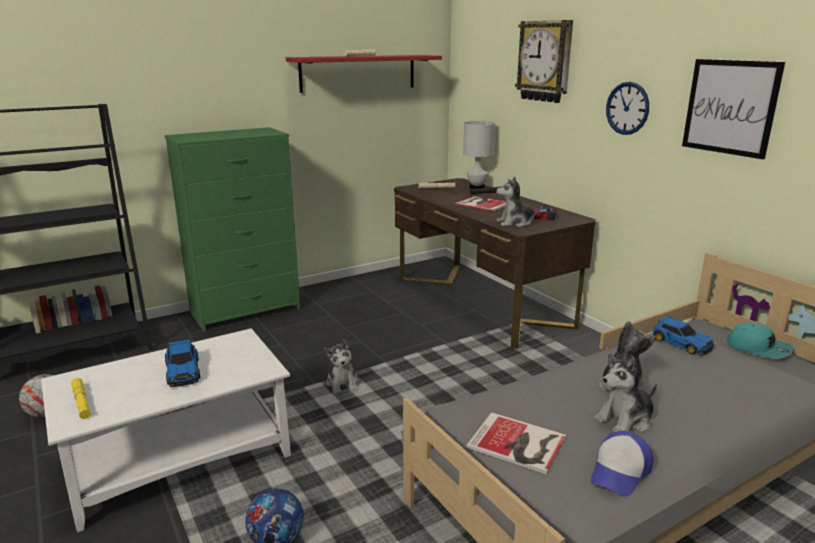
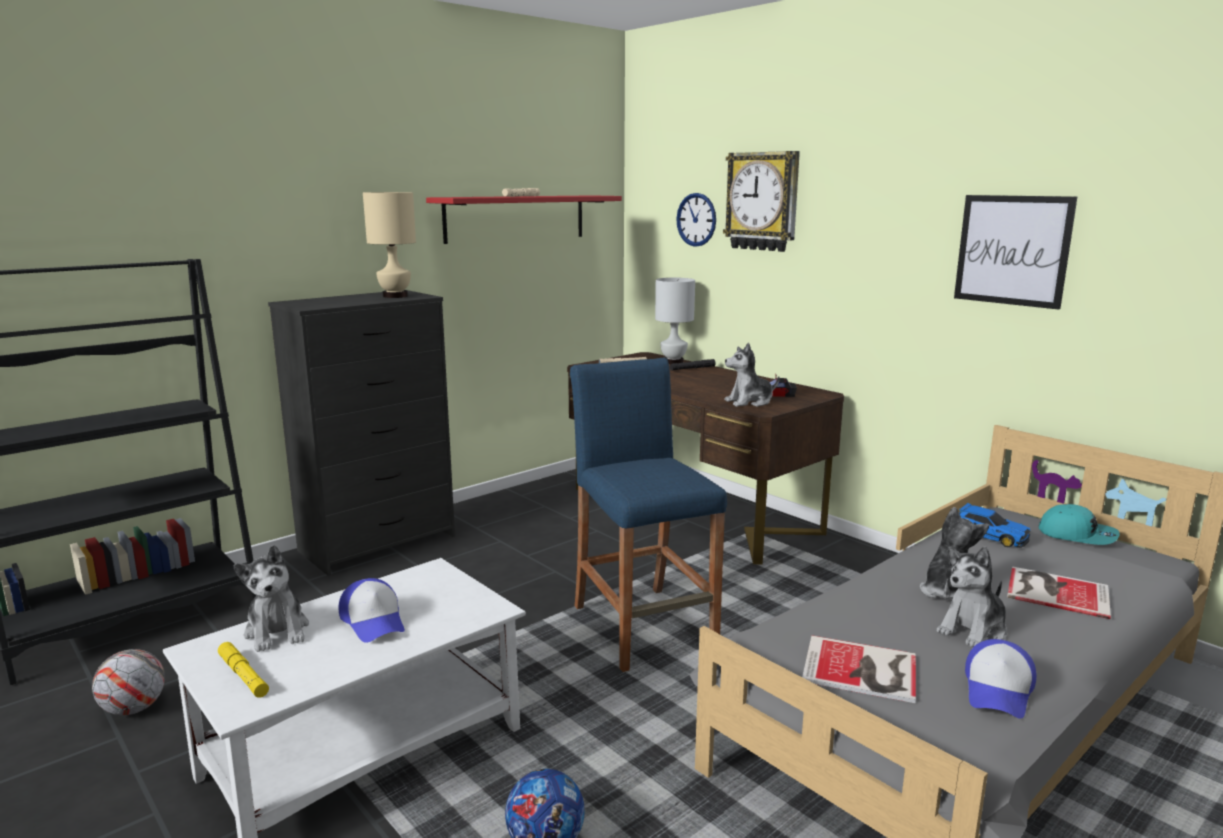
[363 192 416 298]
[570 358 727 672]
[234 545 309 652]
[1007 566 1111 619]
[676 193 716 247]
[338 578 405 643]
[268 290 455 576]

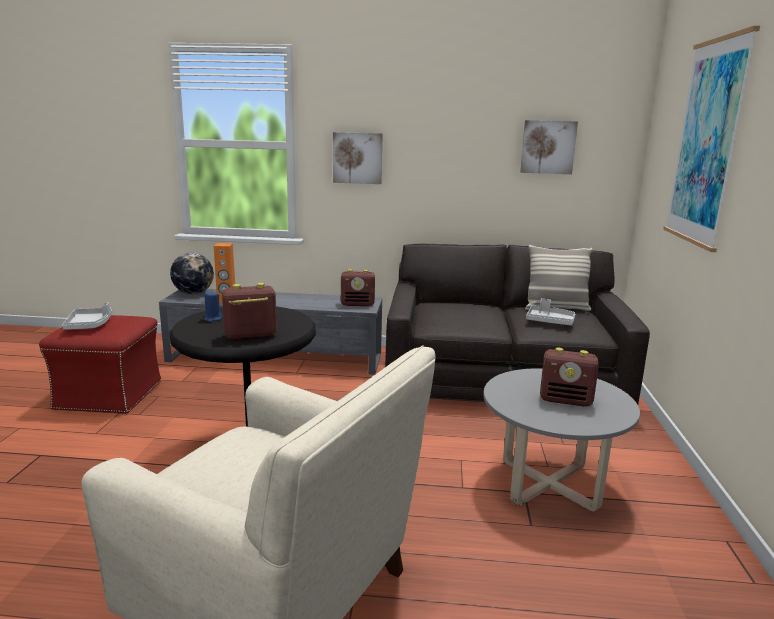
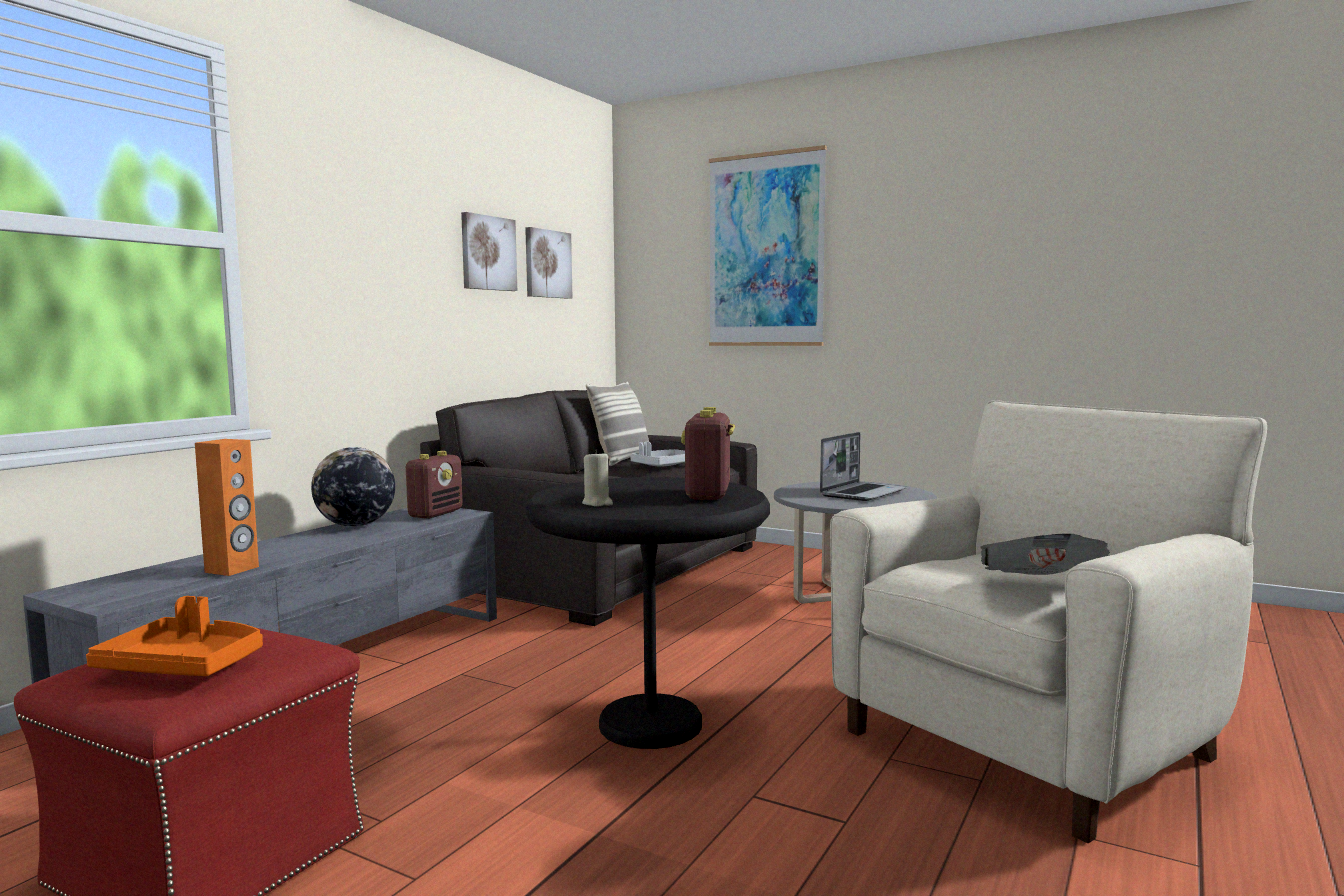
[980 533 1110 575]
[311 447 395 527]
[461 212 517 291]
[820 432 907 501]
[86 596 263 676]
[582 450 613 507]

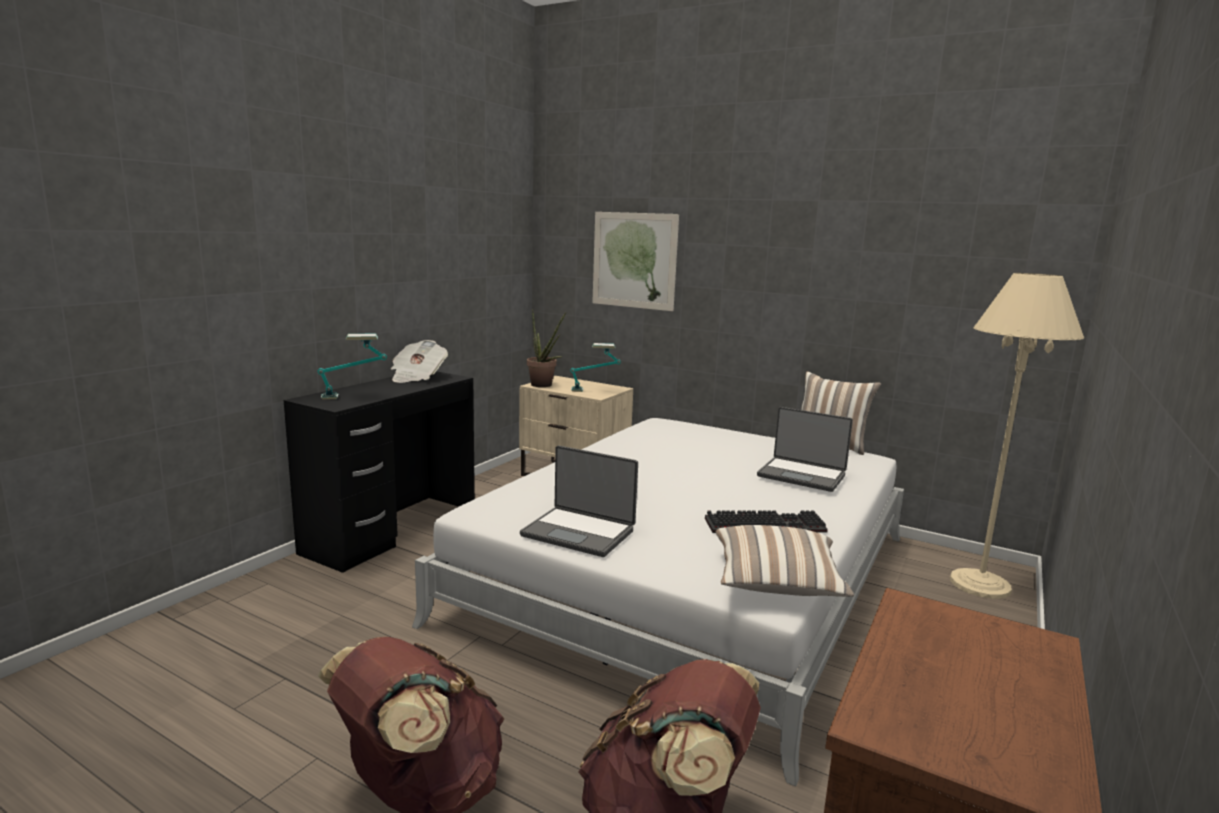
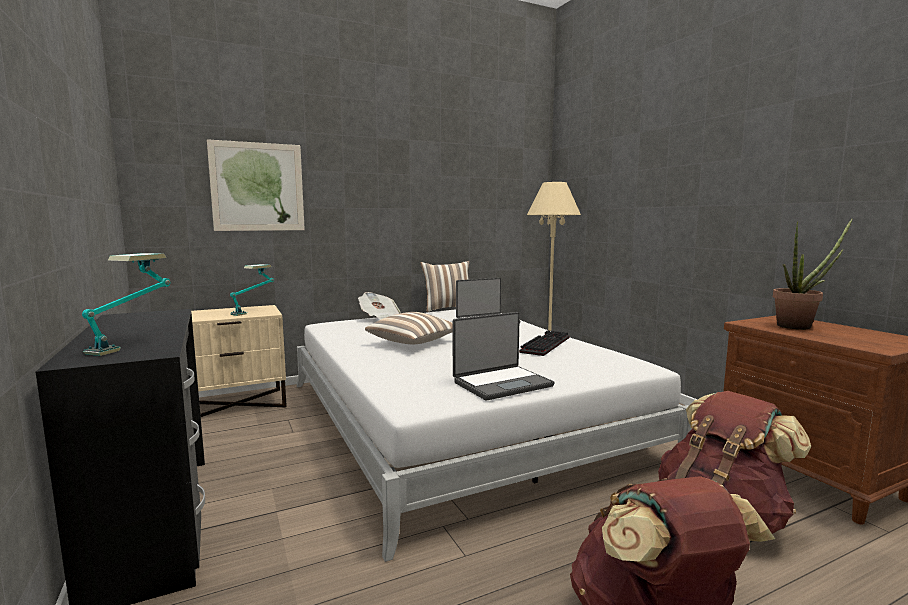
[358 292 401 320]
[773 219 852 330]
[365 312 453 344]

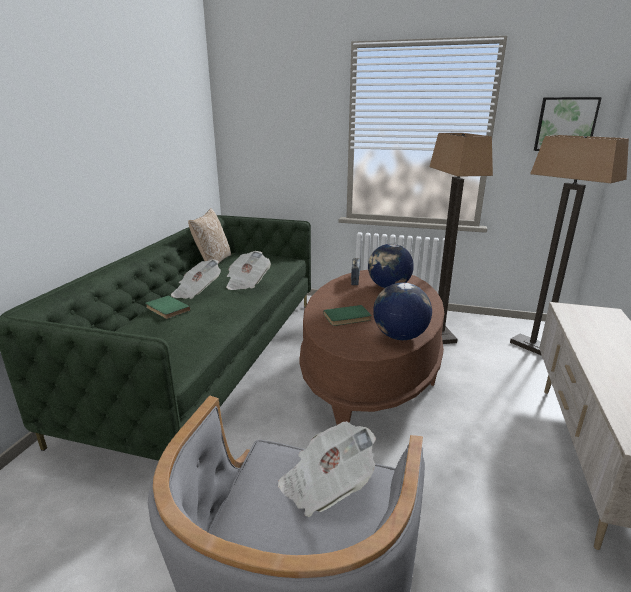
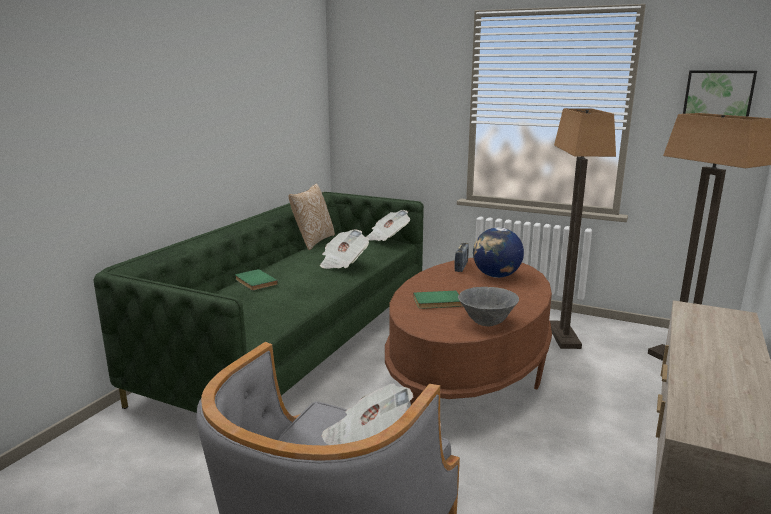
[366 210 410 241]
[458 287 519 327]

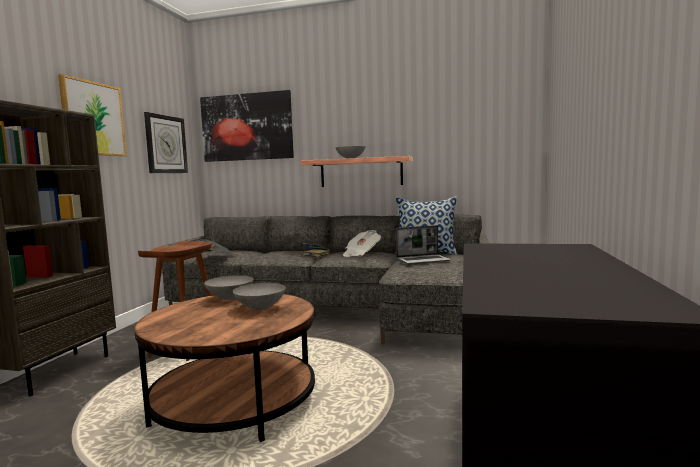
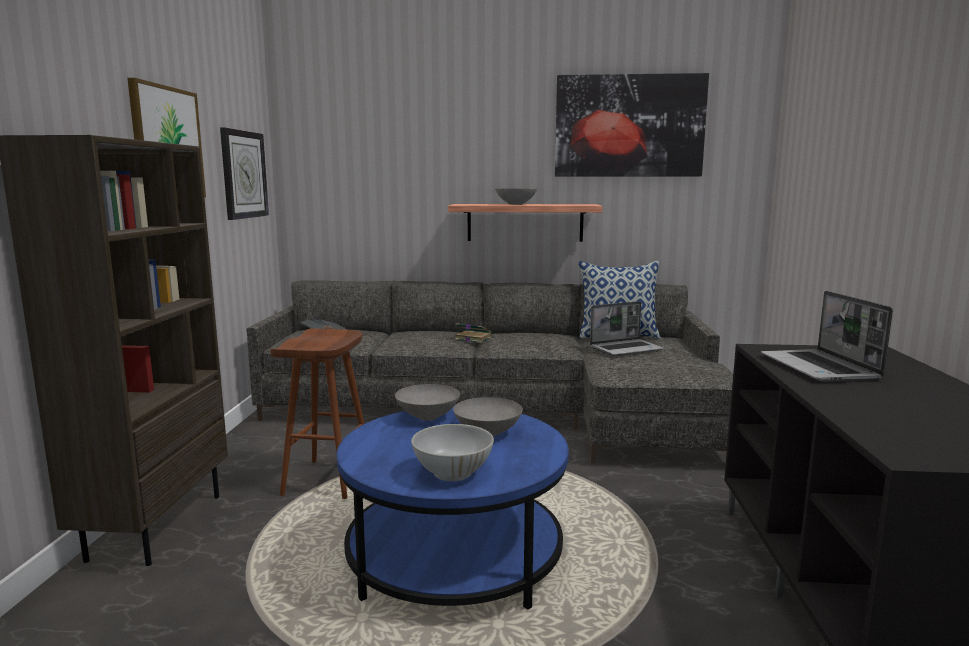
[343 230 381 257] (first image)
[411 424 494 481]
[761 291 893 382]
[555 73 709 176]
[336 407 569 610]

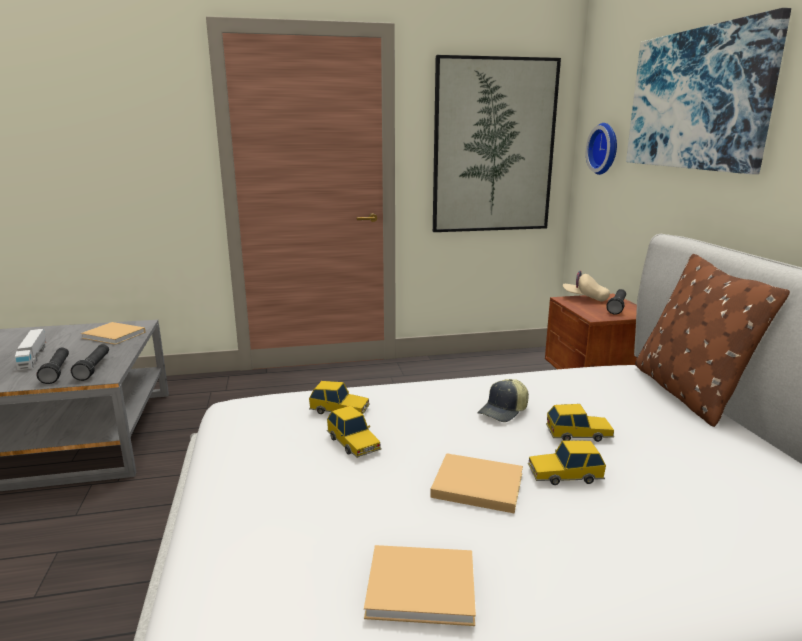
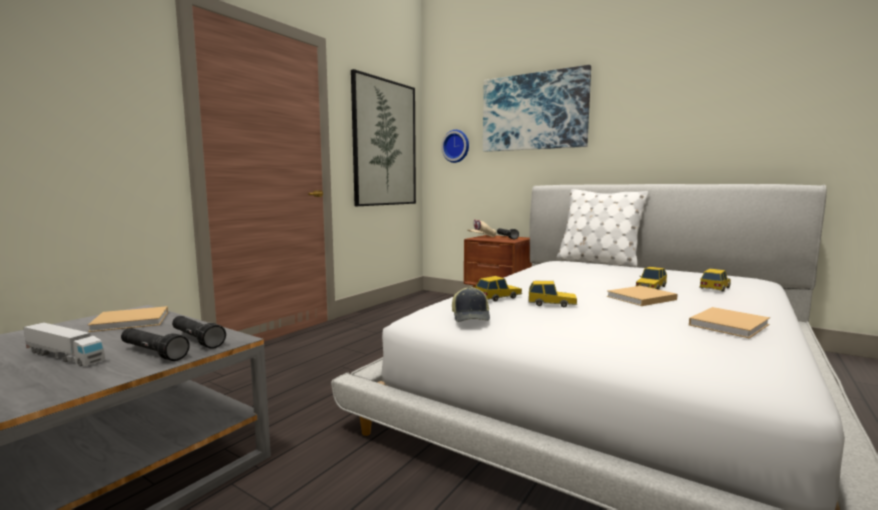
[452 286 490 322]
[700 268 731 292]
[557 189 649 267]

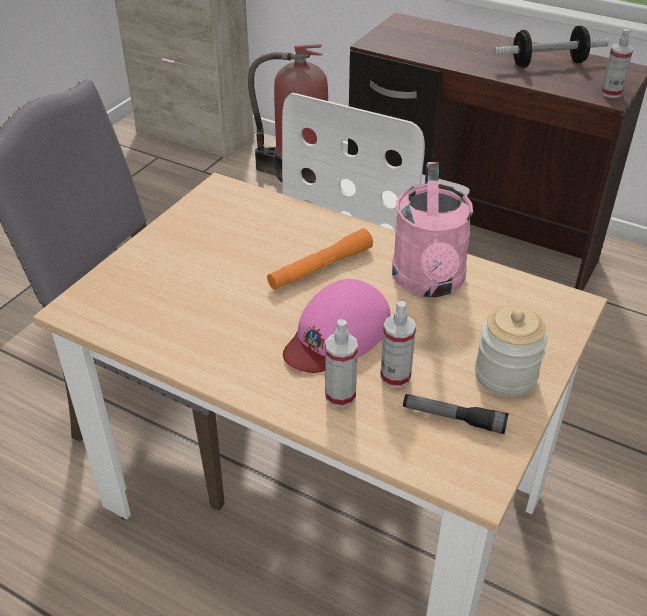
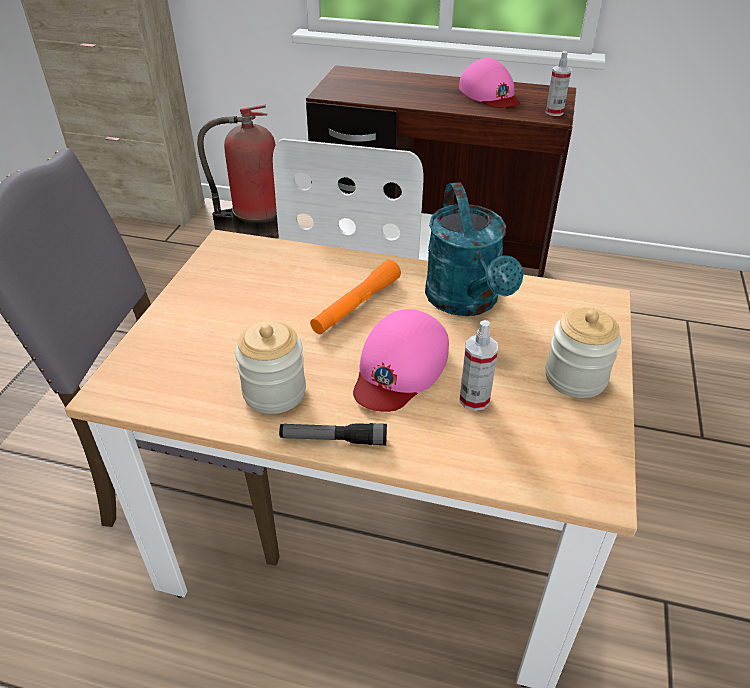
[325 319 358 408] (first image)
[235 321 306 414]
[279 423 387 446]
[459 58 520 108]
[425 183 524 316]

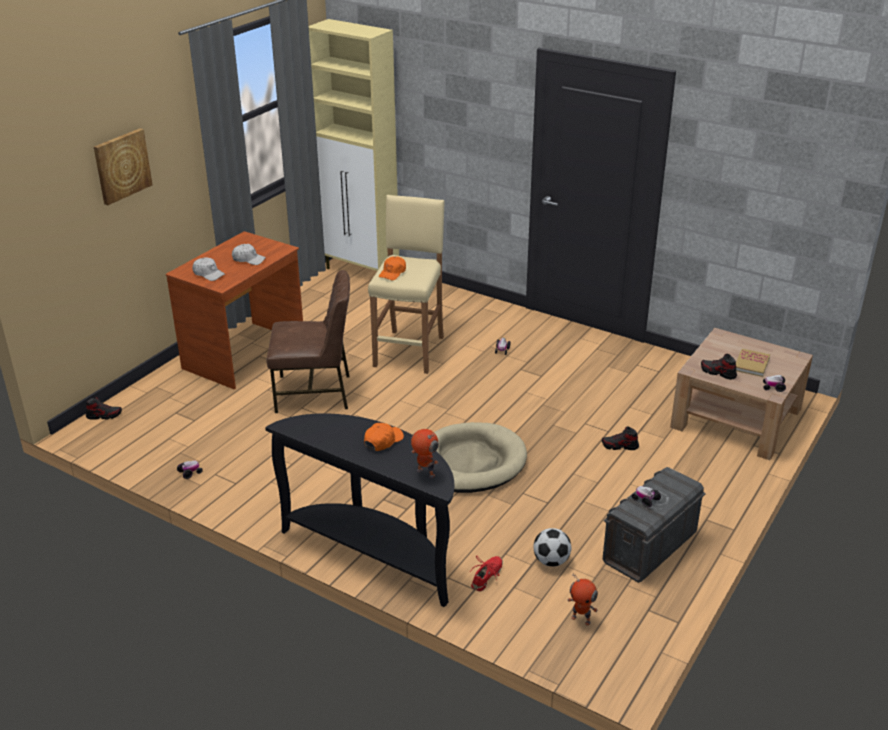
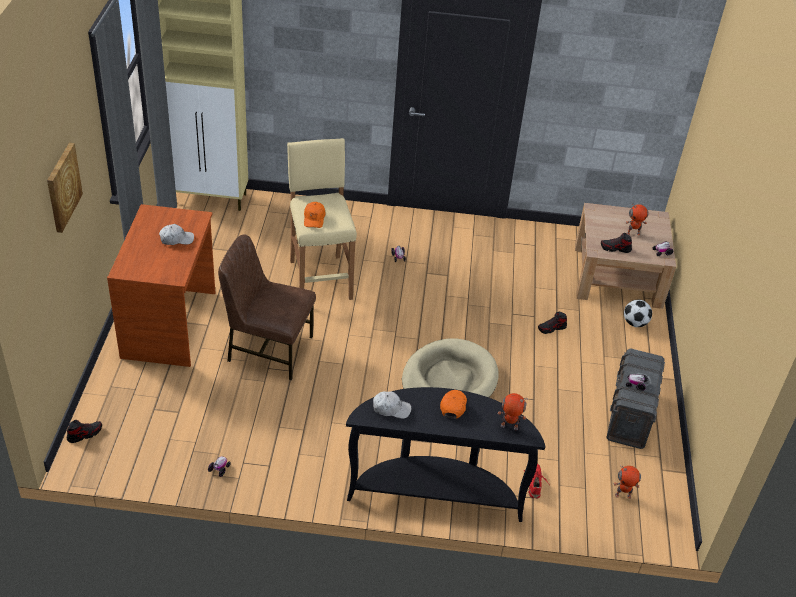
[373 392 411 419]
[624 300 652 327]
[625 203 648 236]
[218 234 316 380]

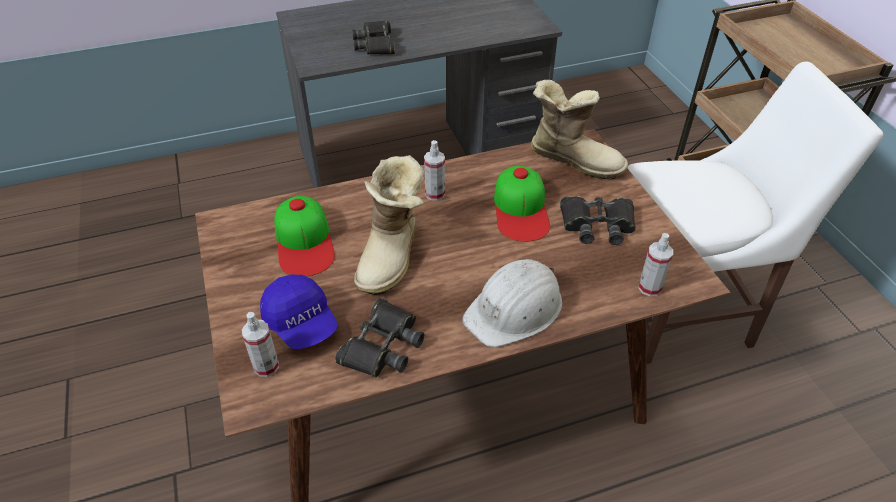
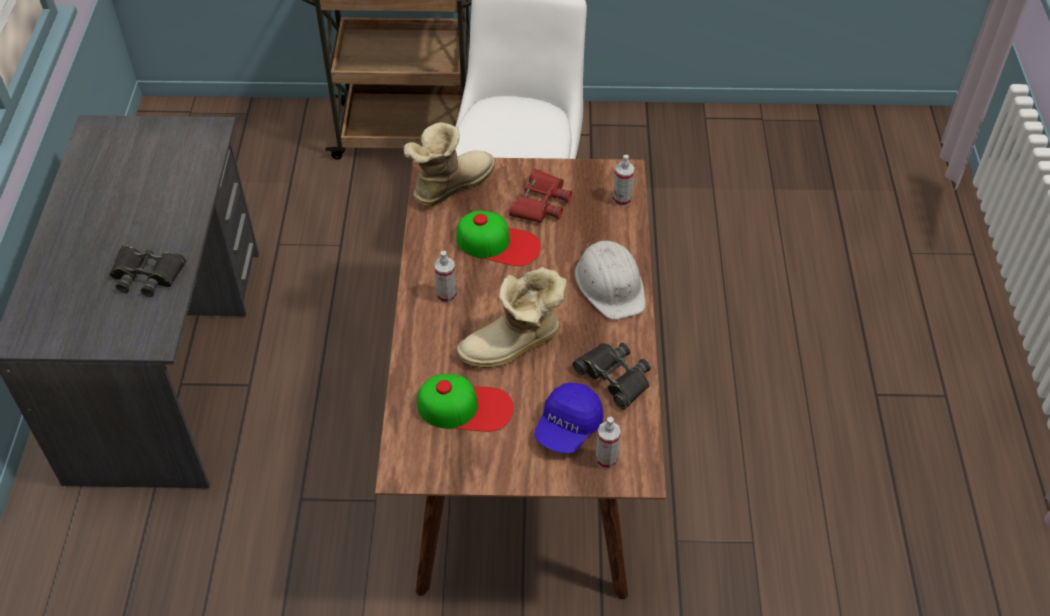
[509 169 572 223]
[534 383 603 453]
[457 267 567 368]

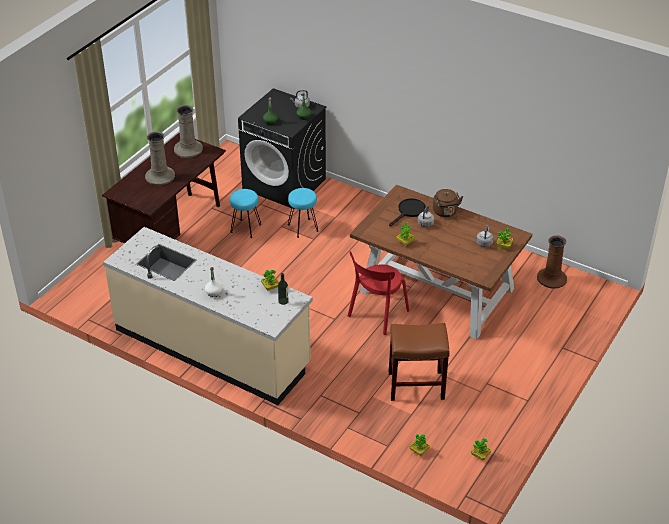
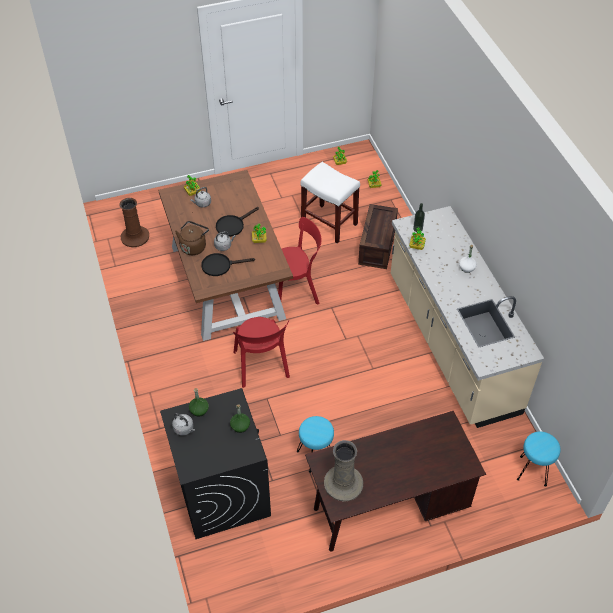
[145 131 175 185] (first image)
[216 207 259 237]
[233 317 290 388]
[358 204 398 269]
[517 432 561 487]
[301 162 360 244]

